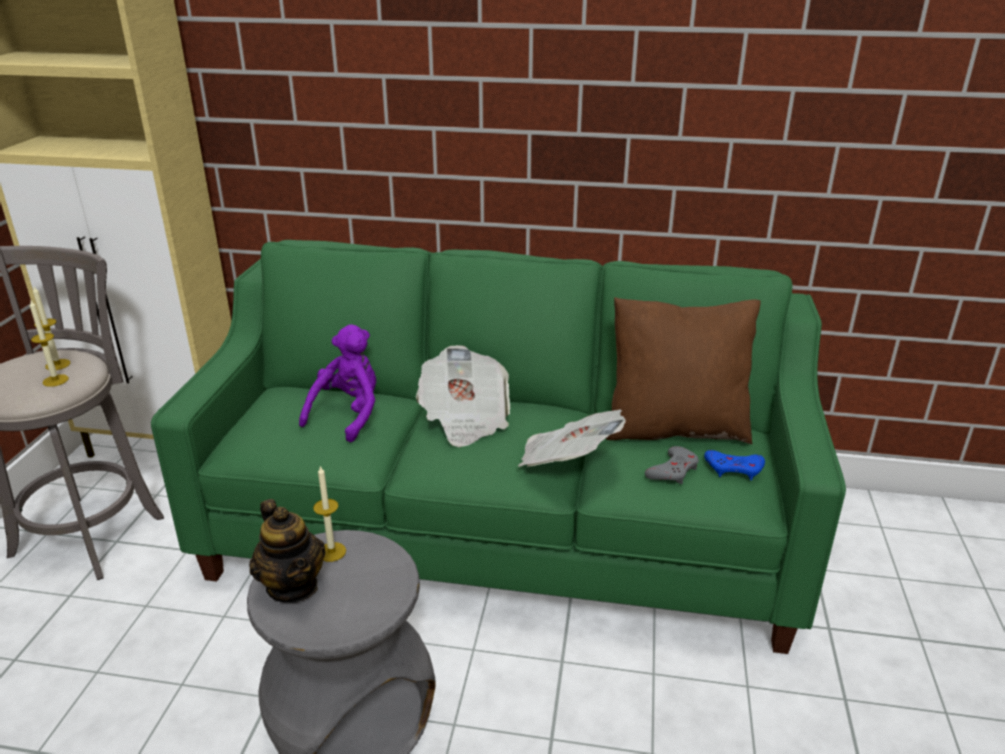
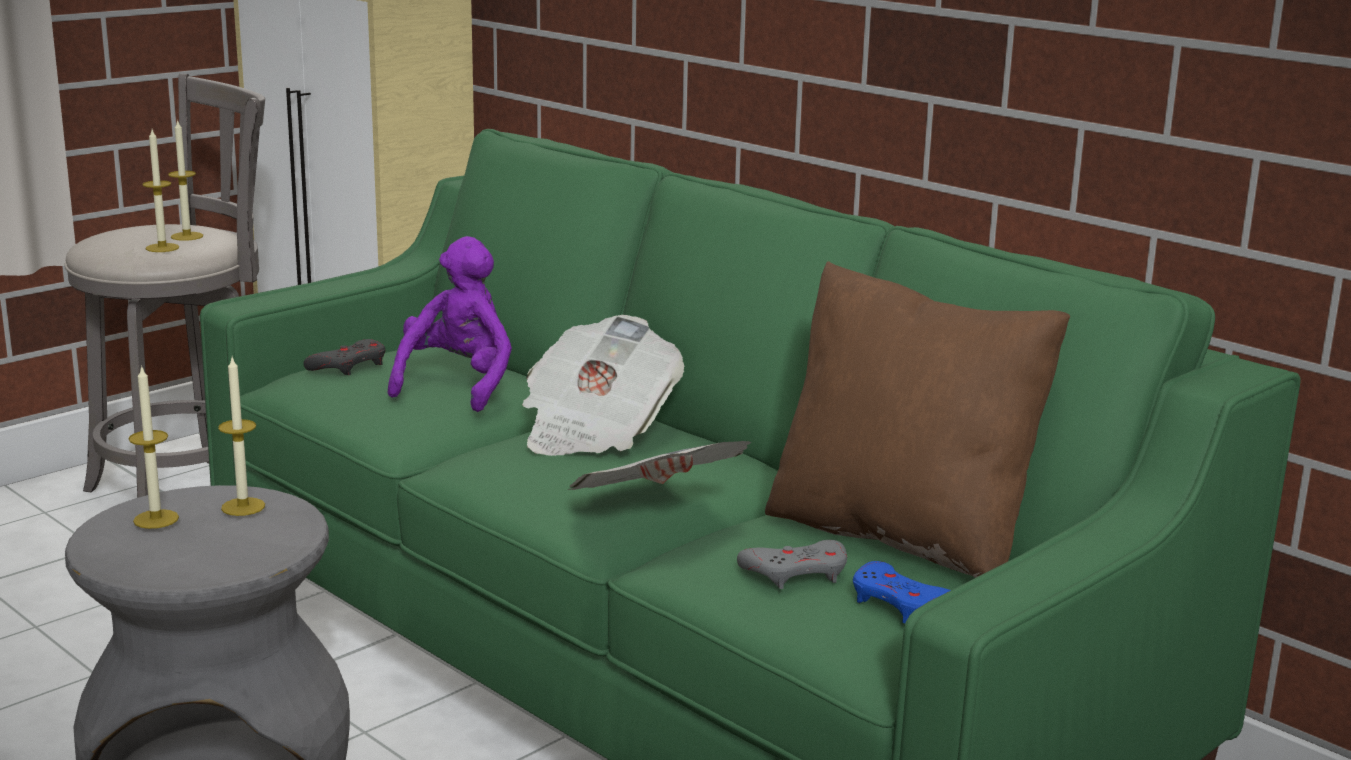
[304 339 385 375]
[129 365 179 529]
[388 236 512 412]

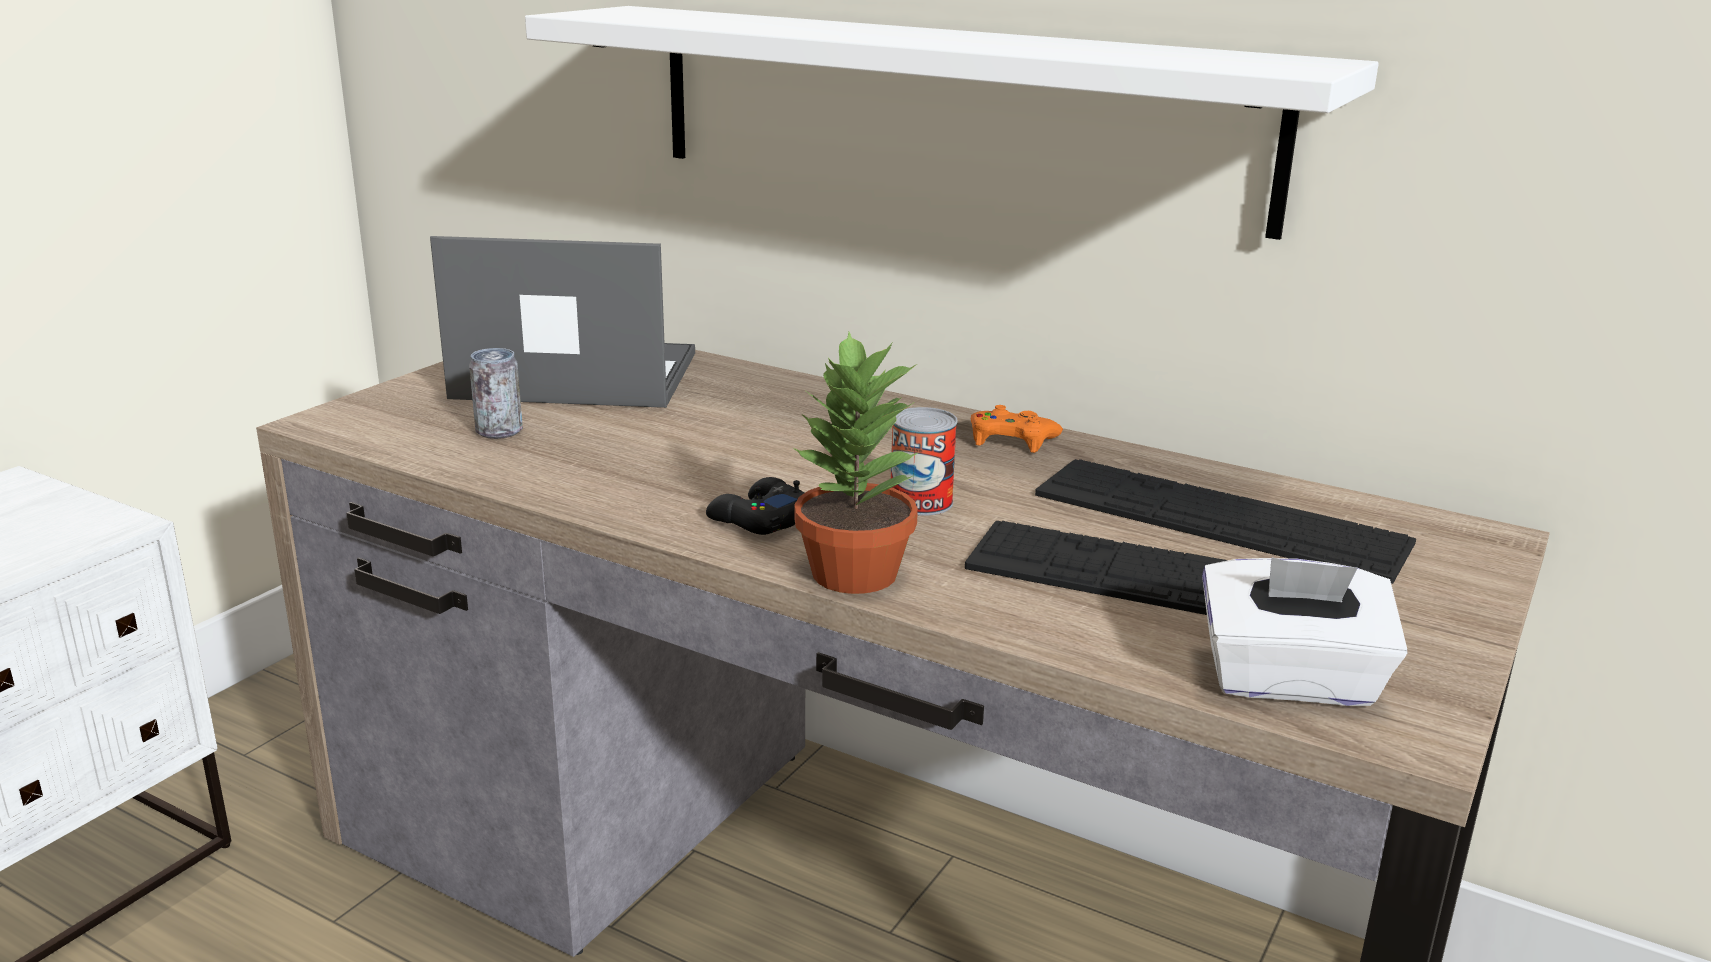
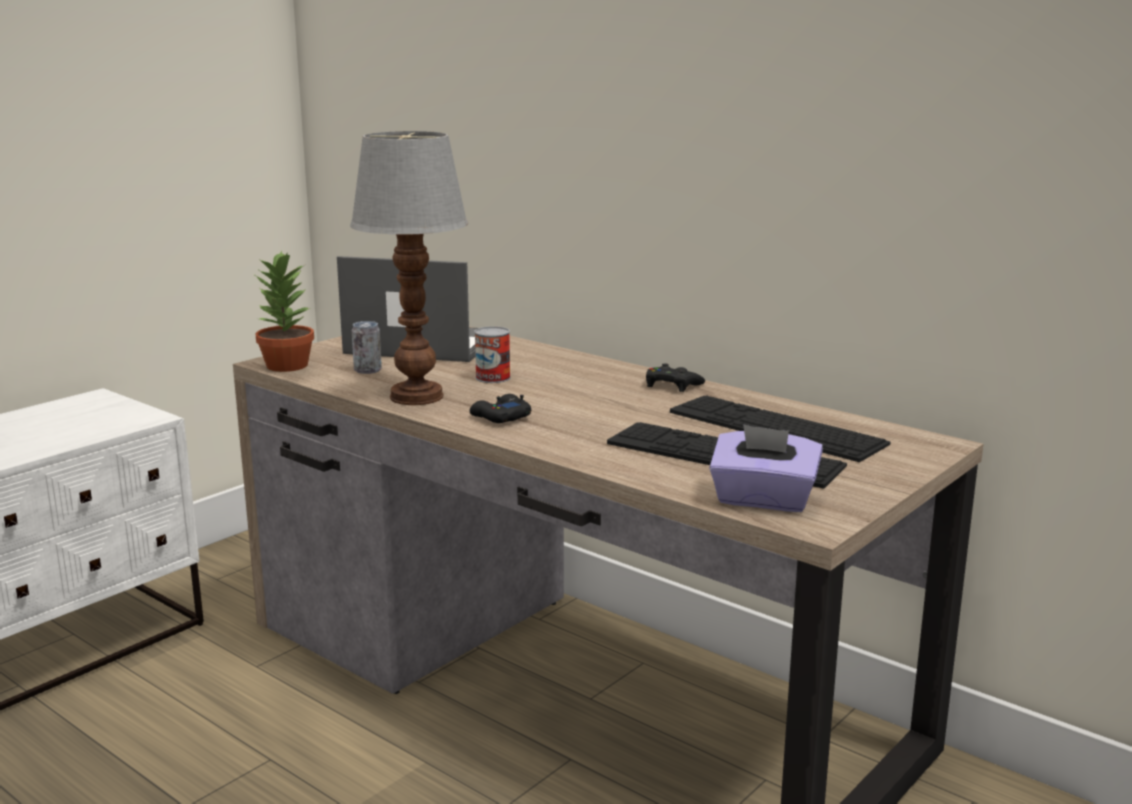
[525 6 1379 240] (first image)
[350 131 468 405]
[255 250 314 372]
[474 326 511 383]
[646 364 705 392]
[709 424 823 512]

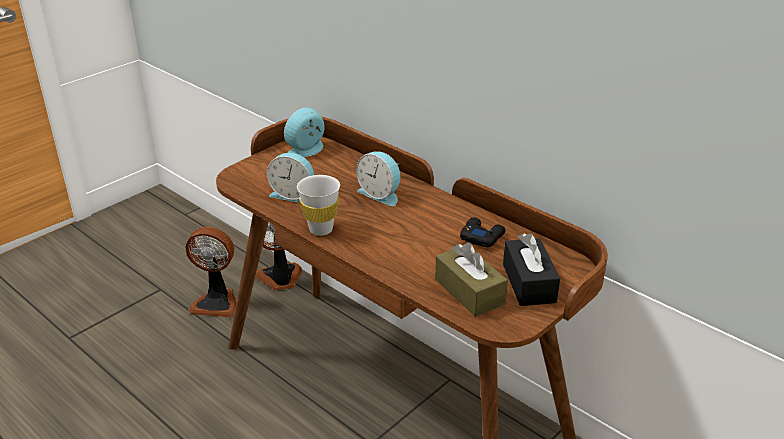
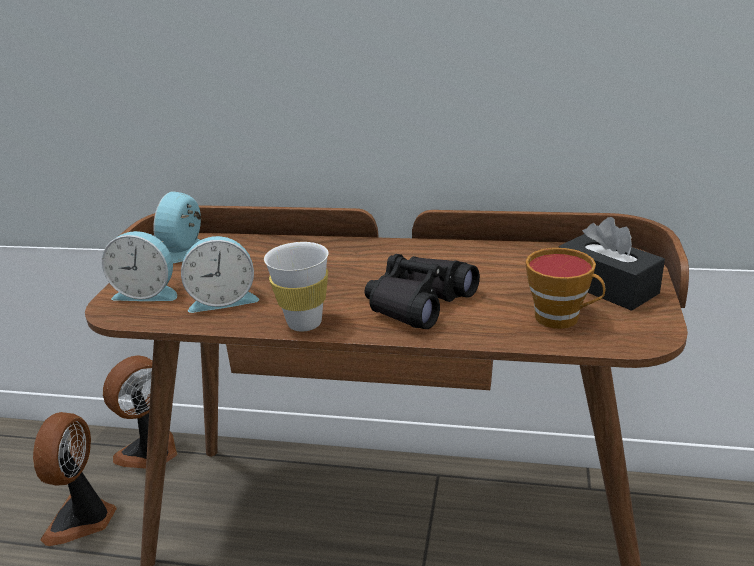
[460 217 505 247] (first image)
[365 254 480 329]
[102 231 177 301]
[525 248 605 329]
[33 412 117 546]

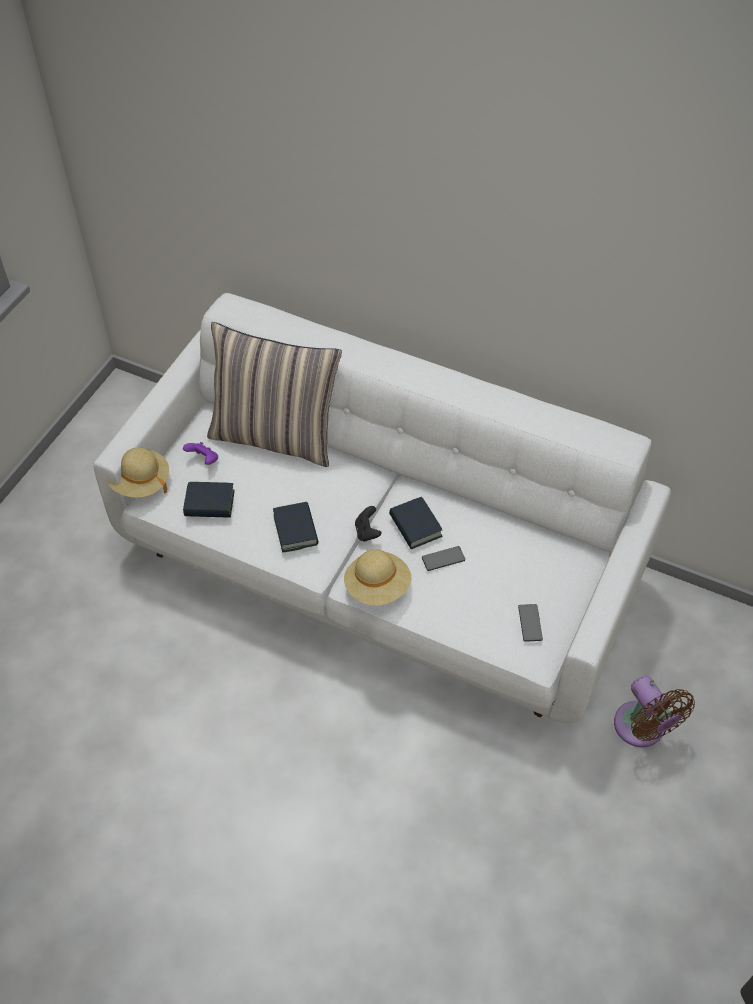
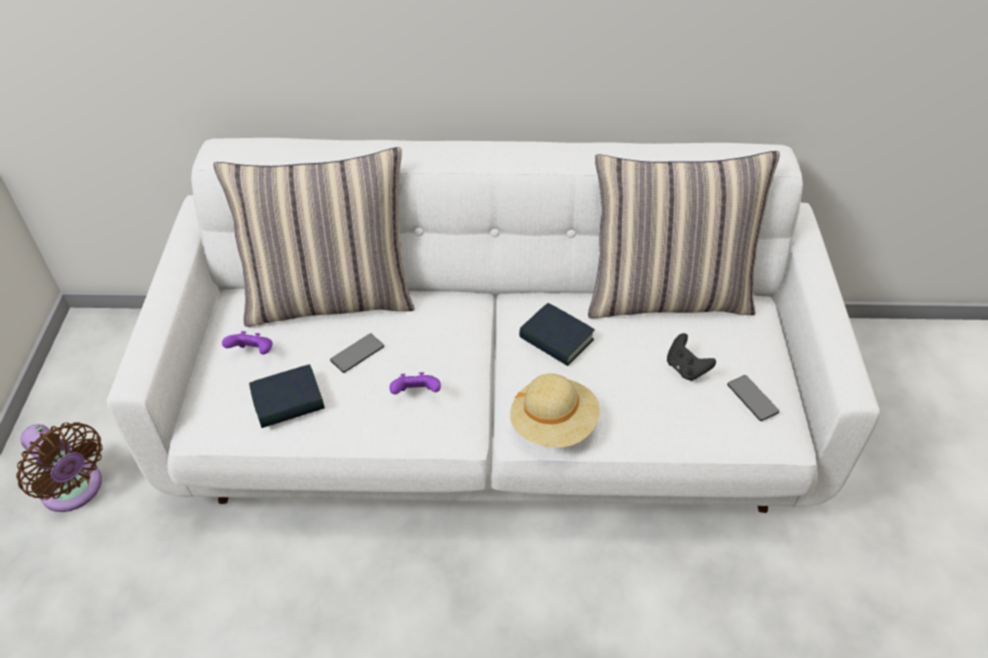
[106 448 169 498] (first image)
[588 151 780 319]
[667 333 716 381]
[330 333 384 373]
[16 422 102 512]
[390 372 441 394]

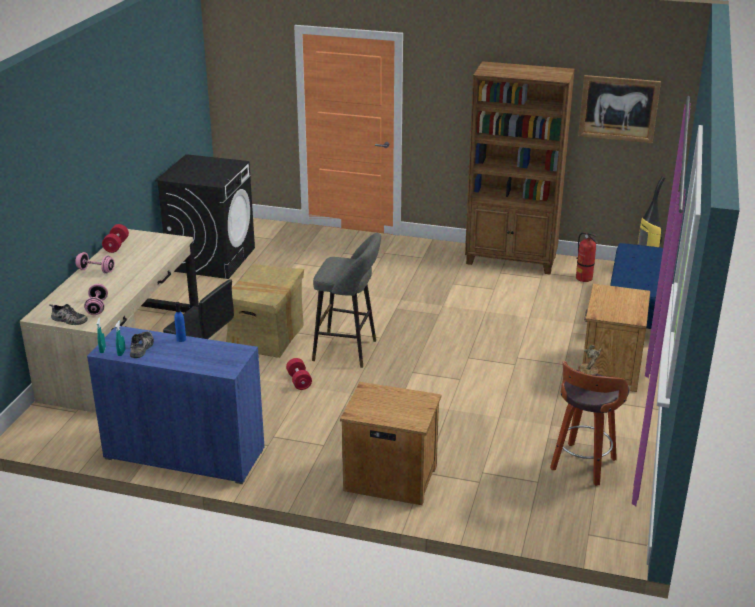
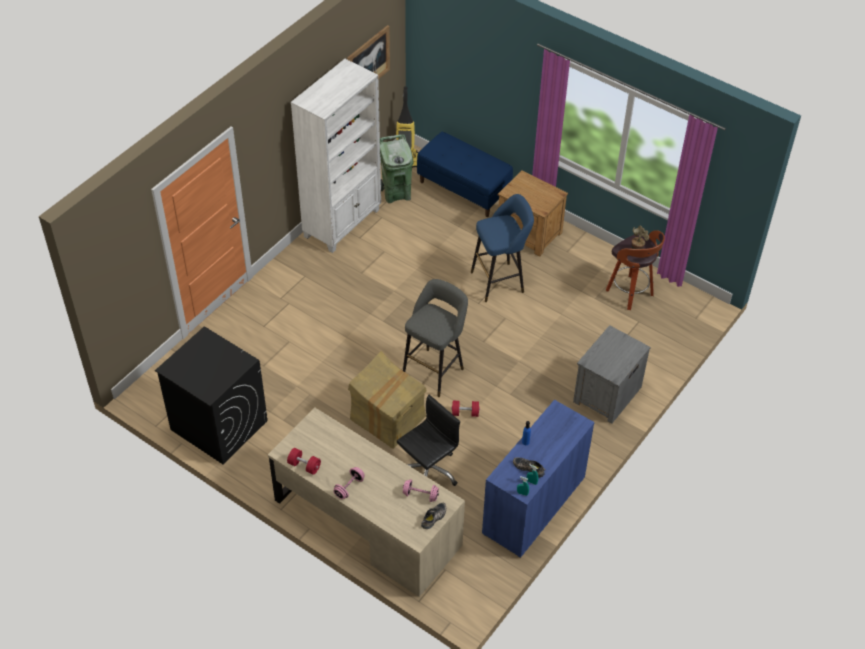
[471 194 534 302]
[380 135 413 203]
[573 325 651 424]
[291 59 381 253]

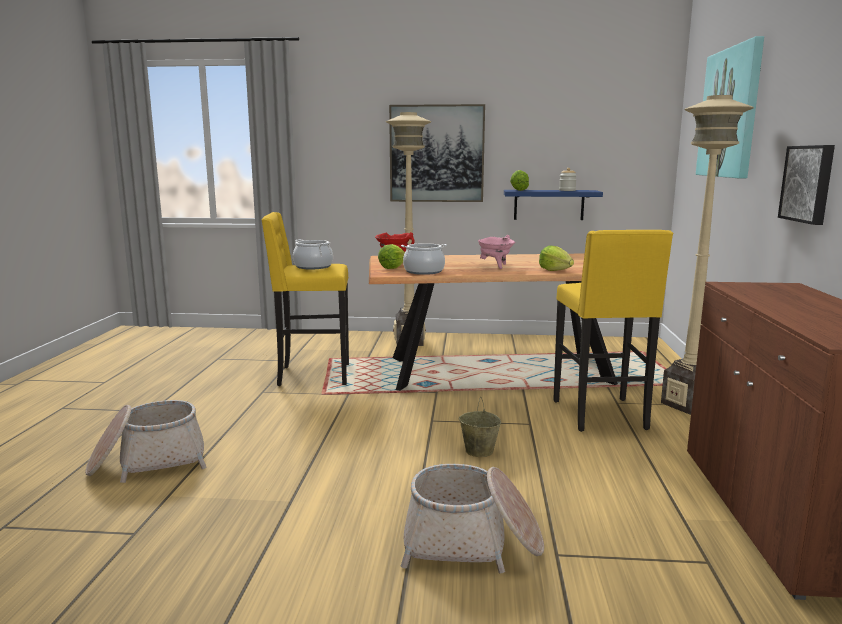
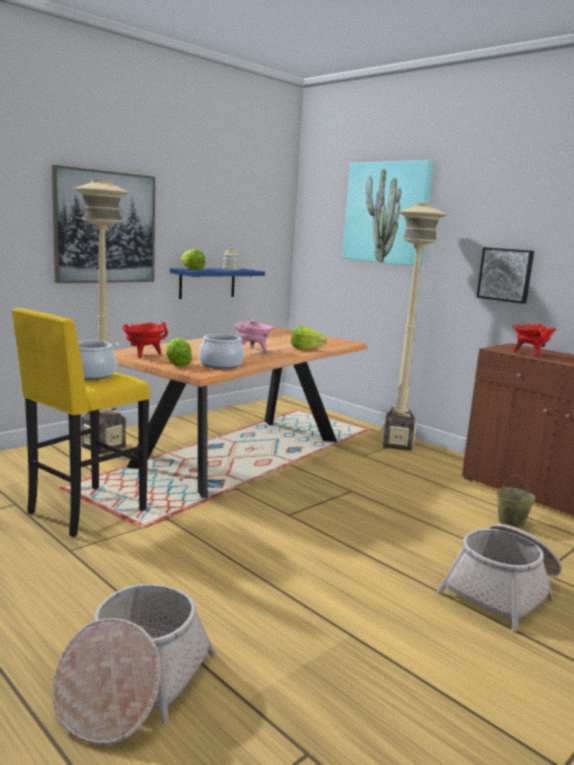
[553 230 673 432] (first image)
[513 324 556 358]
[497 475 535 528]

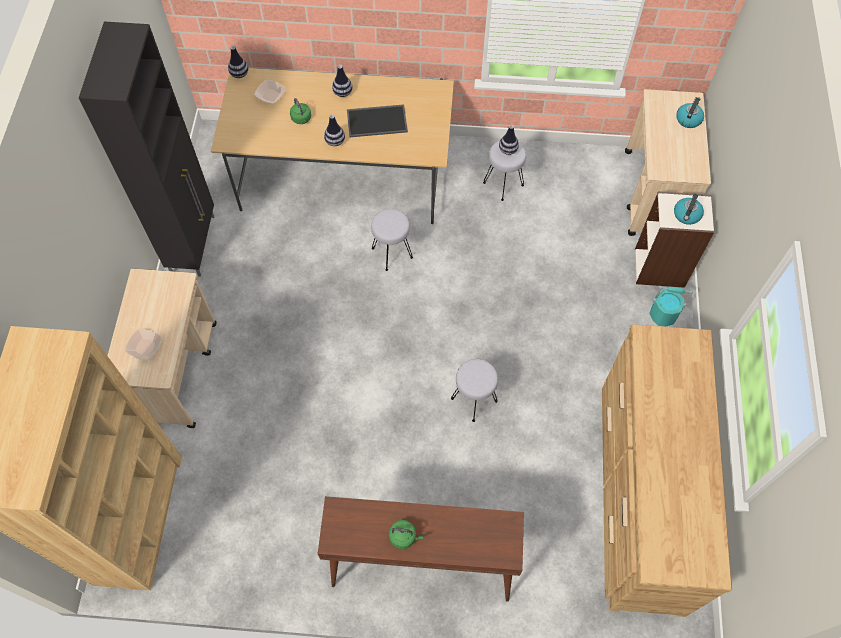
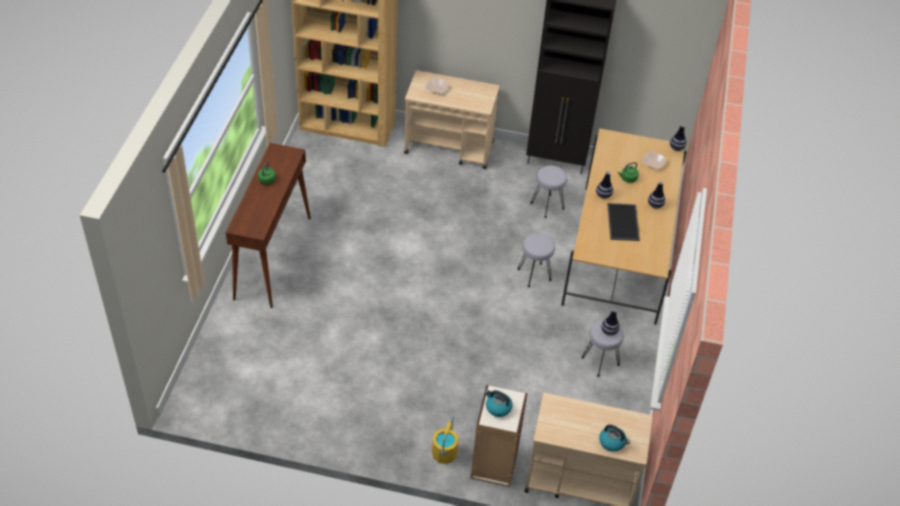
[602 324 732 617] (first image)
[531 166 567 218]
[432 416 459 464]

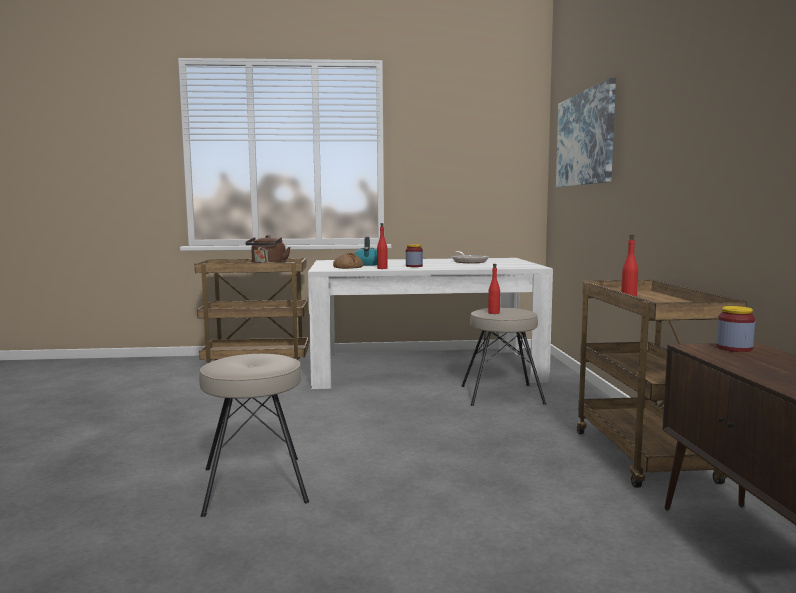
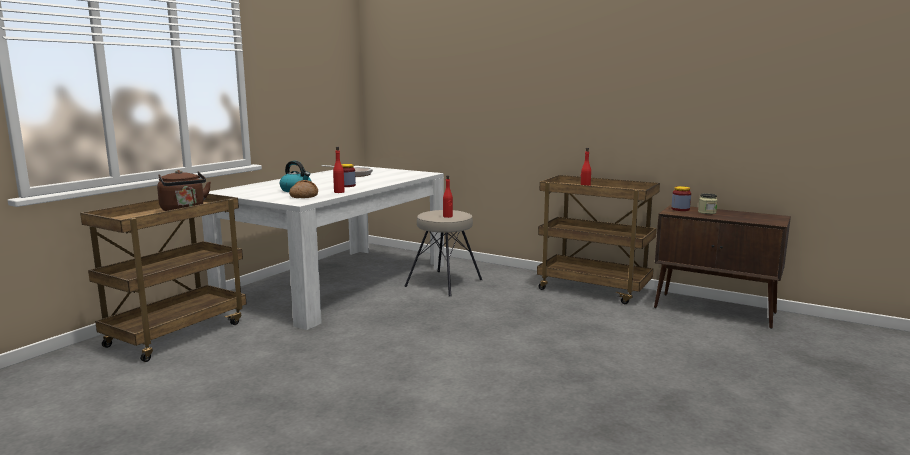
[199 354 309 517] (first image)
[556 77 616 187] (first image)
[698 193 717 214]

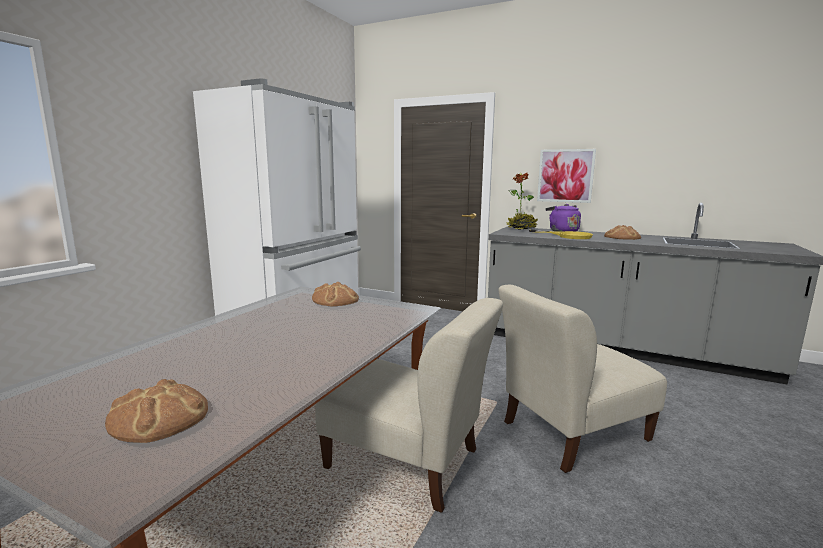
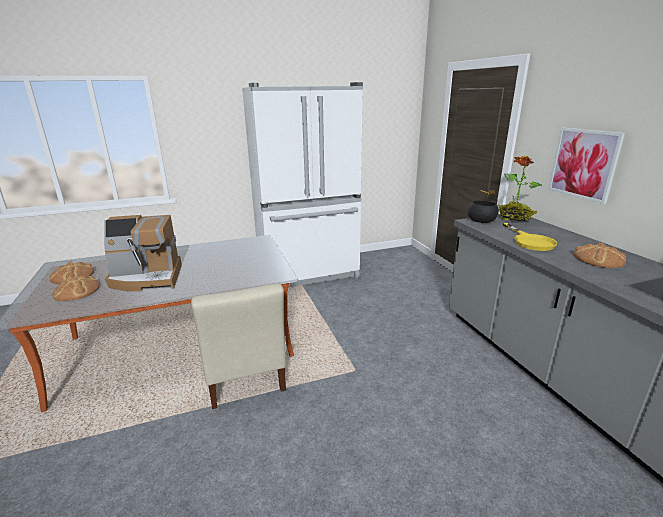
[498 285 667 473] (first image)
[546 204 581 232] (first image)
[104 215 182 291]
[467 200 499 223]
[50 261 94 284]

